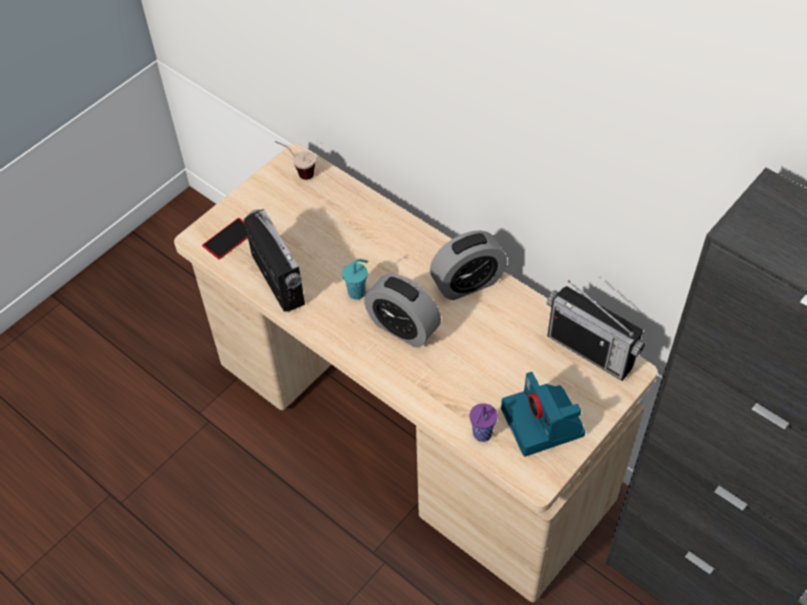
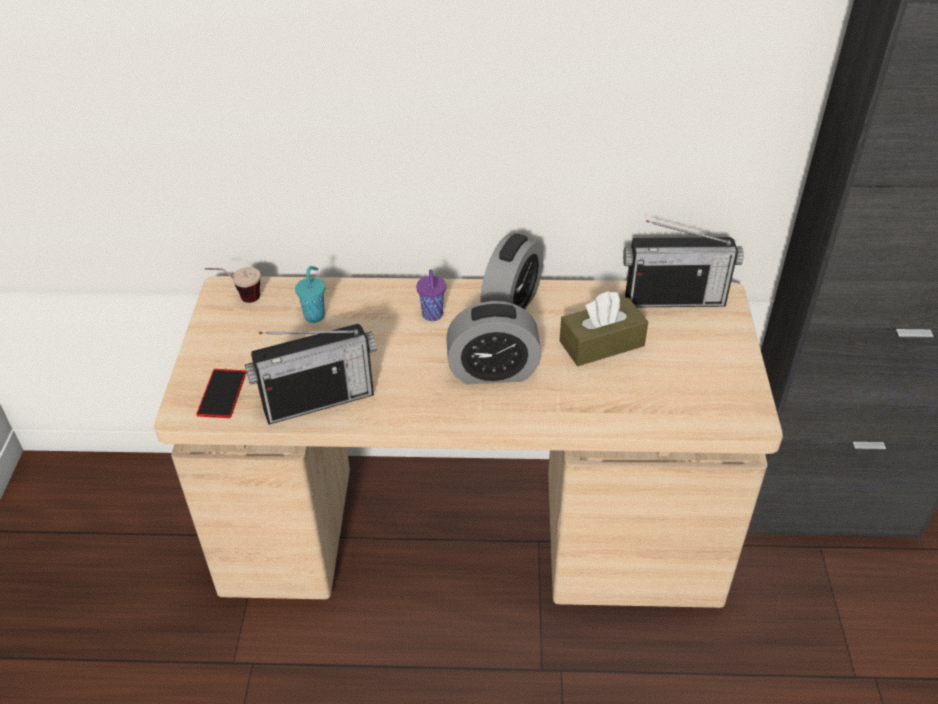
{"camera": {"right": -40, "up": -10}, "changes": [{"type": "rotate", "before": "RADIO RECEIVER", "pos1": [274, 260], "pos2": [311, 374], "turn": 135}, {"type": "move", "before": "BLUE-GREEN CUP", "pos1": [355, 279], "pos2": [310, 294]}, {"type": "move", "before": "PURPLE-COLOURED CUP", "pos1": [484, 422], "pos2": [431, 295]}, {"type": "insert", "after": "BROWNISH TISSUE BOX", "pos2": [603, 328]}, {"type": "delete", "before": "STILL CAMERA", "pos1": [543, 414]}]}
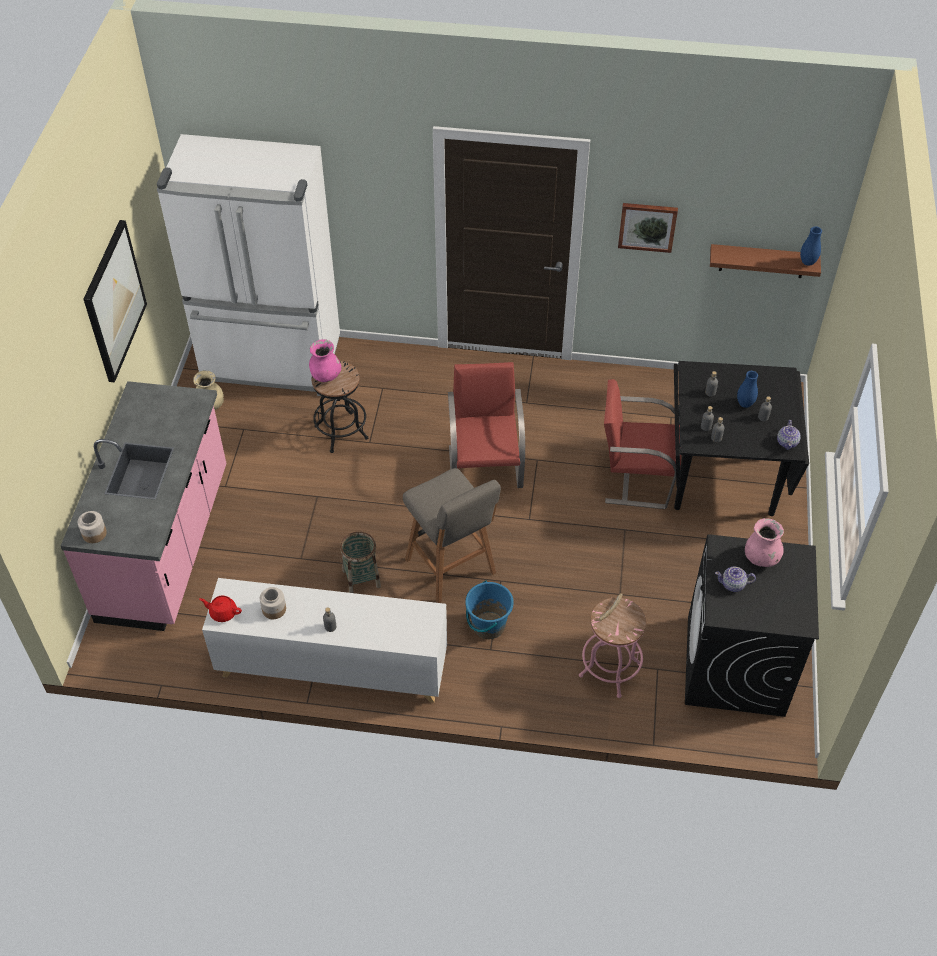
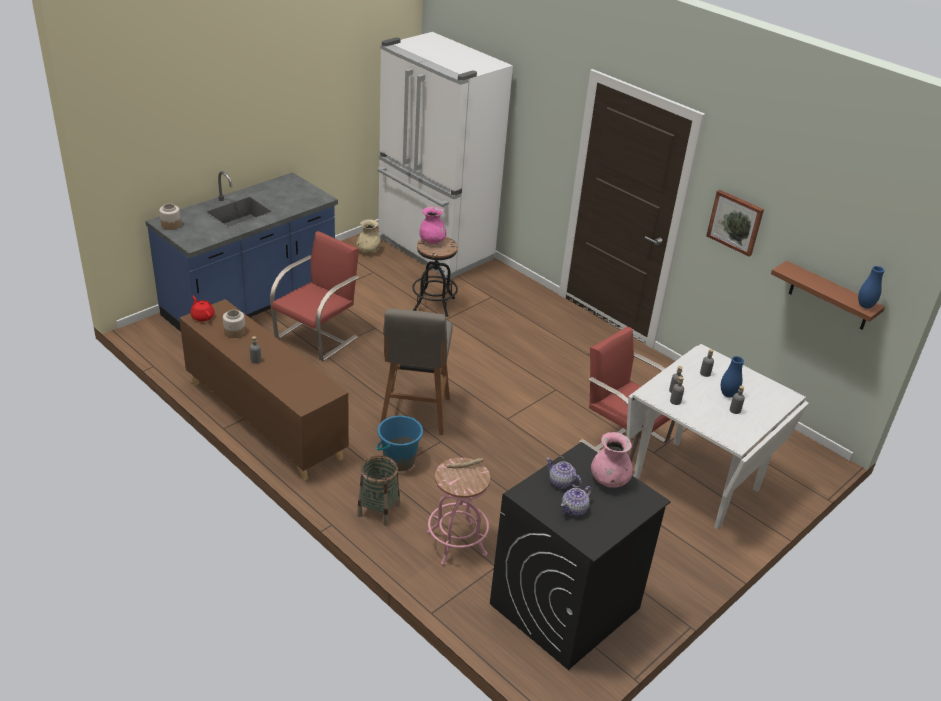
{"camera": {"right": 35, "up": -15}, "changes": [{"type": "recolor", "before": "PINKISH COUNTER", "after": "BLUE-COLOURED COUNTER", "pos1": [143, 506], "pos2": [242, 251]}, {"type": "recolor", "before": "WHITE CABINET", "after": "BROWNISH CABINET", "pos1": [324, 640], "pos2": [264, 390]}, {"type": "move", "before": "REDDISH UPRIGHT CHAIR", "pos1": [486, 425], "pos2": [314, 296]}, {"type": "move", "before": "HOUSEHOLD BASKET", "pos1": [360, 562], "pos2": [378, 490]}, {"type": "move", "before": "TEA POT", "pos1": [789, 435], "pos2": [576, 501]}, {"type": "recolor", "before": "BLACK-COLOURED DINNER TABLE", "after": "WHITE DINNER TABLE", "pos1": [741, 438], "pos2": [717, 436]}, {"type": "delete", "before": "WALL ART", "pos1": [115, 301]}]}
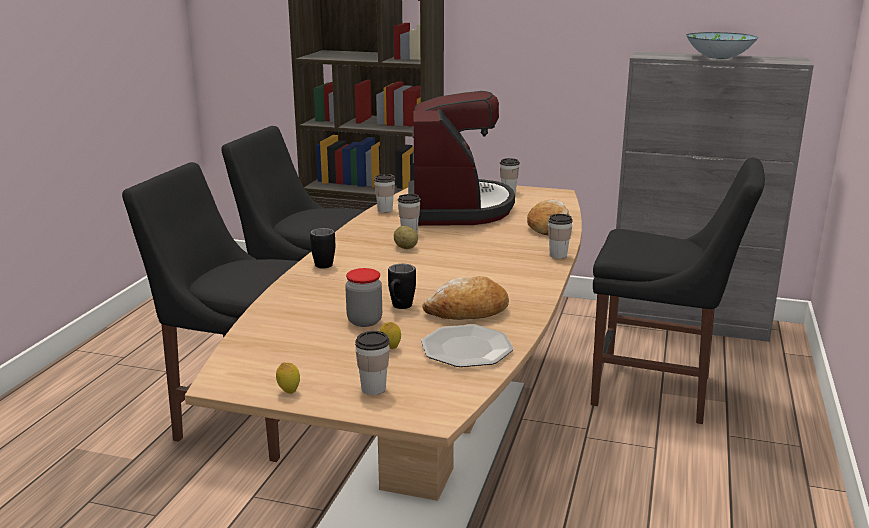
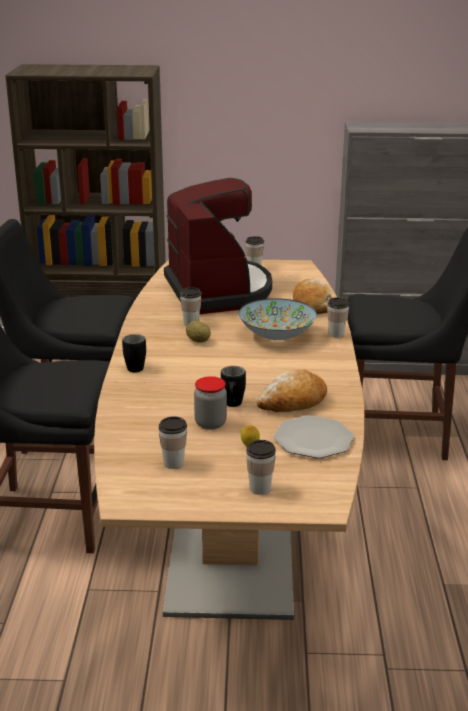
{"camera": {"right": -15, "up": 5}, "changes": [{"type": "move", "before": "CUP", "pos1": [384, 193], "pos2": [172, 442]}, {"type": "move", "before": "DEEP DISH", "pos1": [722, 45], "pos2": [277, 319]}, {"type": "delete", "before": "CITRUS FRUIT", "pos1": [288, 378]}]}
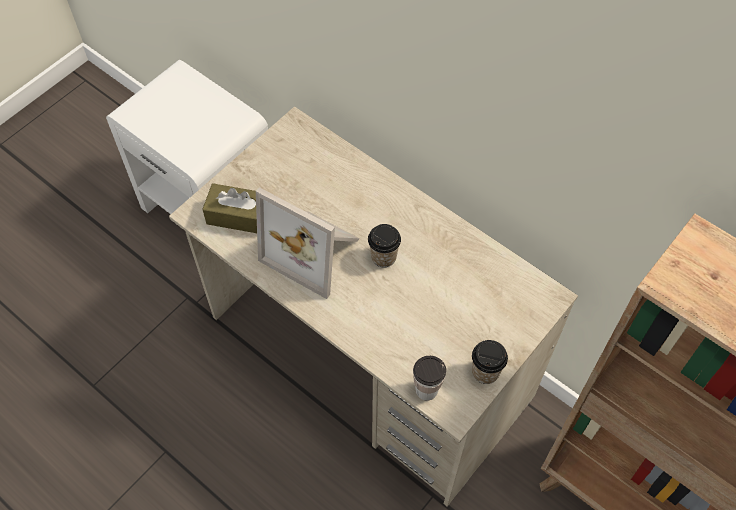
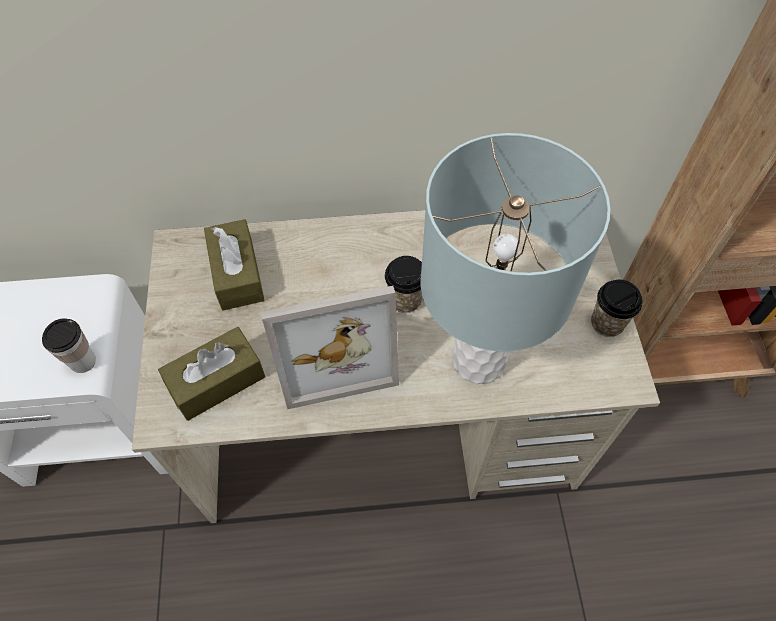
{"camera": {"right": -45, "up": 0}, "changes": [{"type": "move", "before": "CUP", "pos1": [429, 378], "pos2": [69, 345]}, {"type": "insert", "after": "BROWNISH TISSUE BOX", "pos2": [234, 264]}, {"type": "insert", "after": "GREYISH LAMP FOR A TABLE", "pos2": [515, 258]}]}
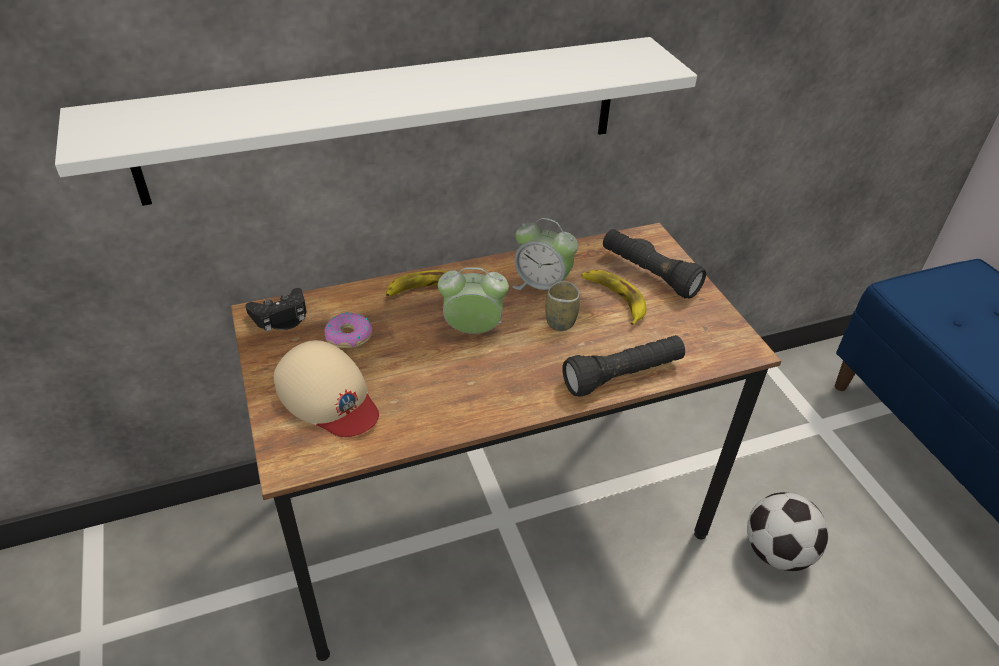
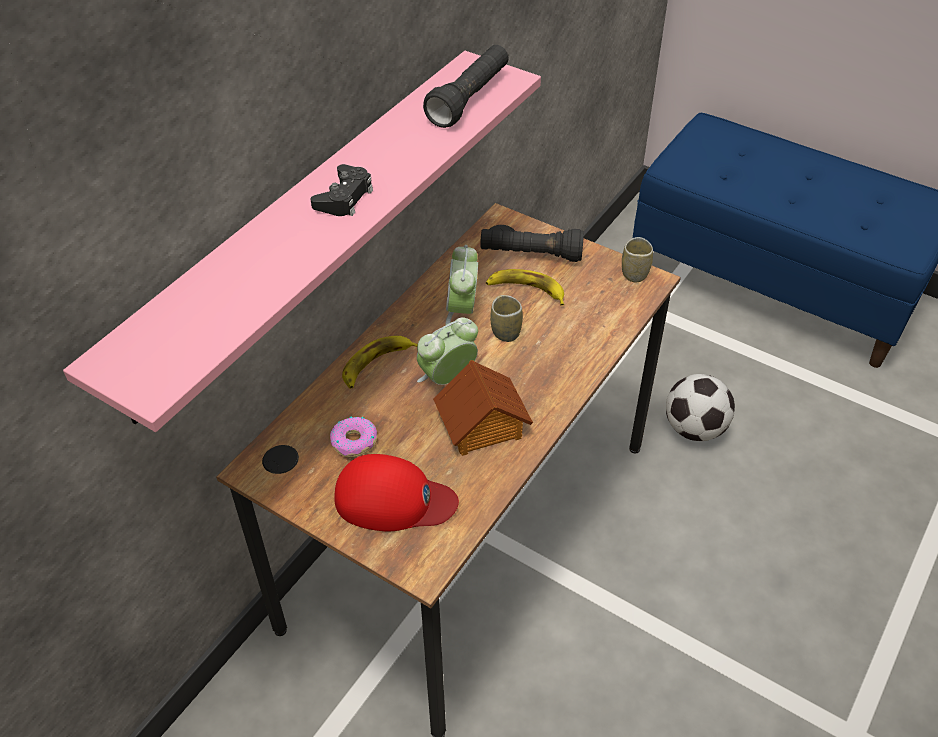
{"camera": {"right": -35, "up": 5}, "changes": [{"type": "recolor", "before": "WHITE WALL SHELF", "after": "PINKISH WALL SHELF", "pos1": [376, 121], "pos2": [302, 241]}, {"type": "move", "before": "BLACK-COLOURED GAME CONTROLLER", "pos1": [276, 310], "pos2": [342, 190]}, {"type": "recolor", "before": "BEIGE-COLOURED CAP", "after": "REDDISH CAP", "pos1": [326, 388], "pos2": [396, 492]}, {"type": "move", "before": "BLACK-COLOURED HAND TORCH", "pos1": [623, 366], "pos2": [466, 86]}, {"type": "insert", "after": "MINIATURE HOUSE", "pos2": [483, 408]}, {"type": "rotate", "before": "TABLE CLOCK", "pos1": [545, 254], "pos2": [462, 285], "turn": 105}, {"type": "insert", "after": "CUP", "pos2": [637, 260]}]}
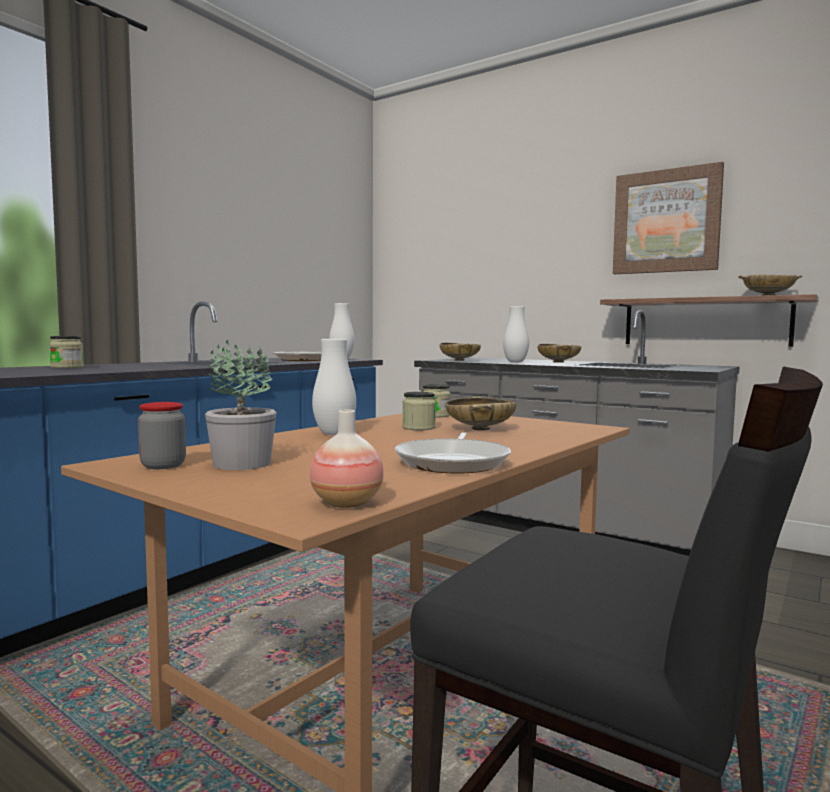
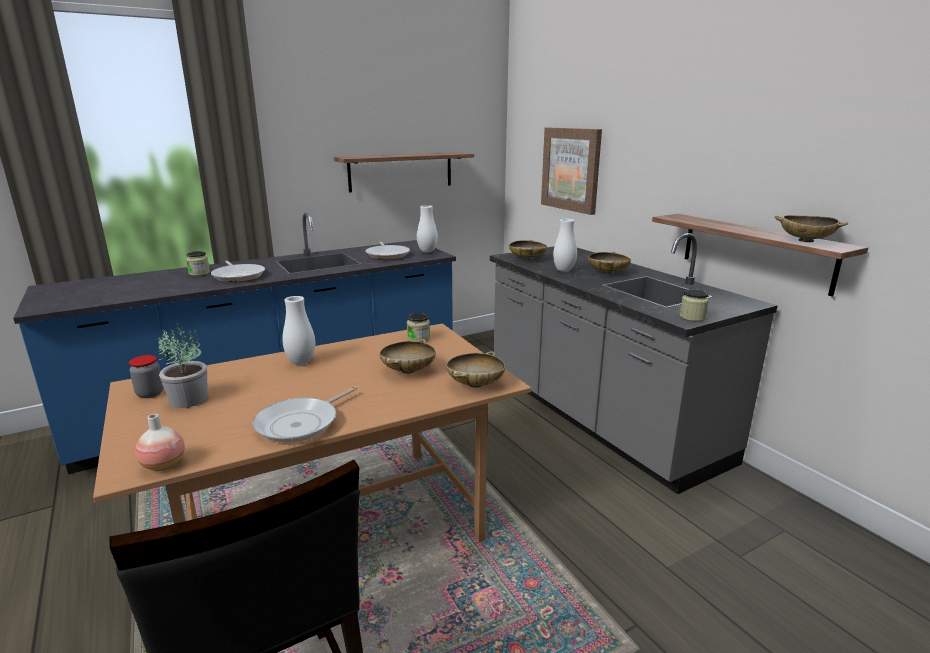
{"camera": {"right": 25, "up": 15}, "changes": [{"type": "insert", "after": "FRYING PAN", "pos2": [238, 271]}, {"type": "insert", "after": "WALL SHELF", "pos2": [404, 172]}, {"type": "insert", "after": "BEIGE-COLOURED DEEP DISH", "pos2": [475, 369]}, {"type": "move", "before": "WALL ART", "pos1": [668, 218], "pos2": [571, 171]}, {"type": "move", "before": "STORAGE JAR", "pos1": [419, 411], "pos2": [694, 305]}]}
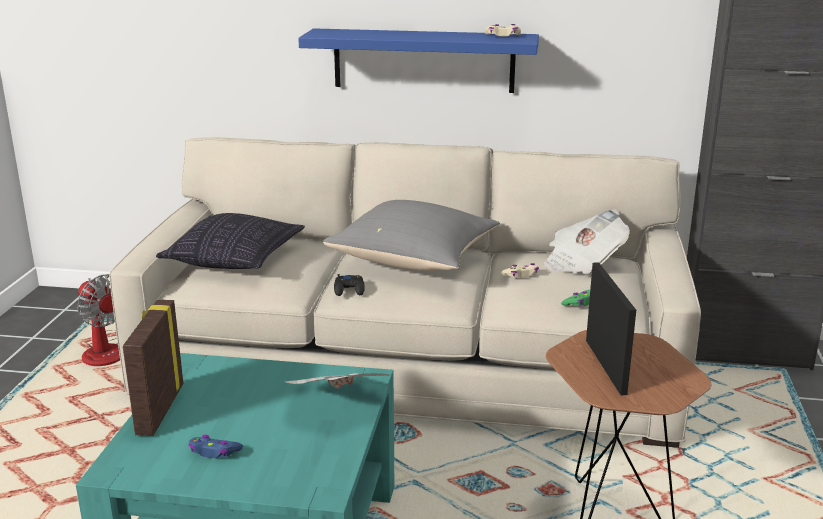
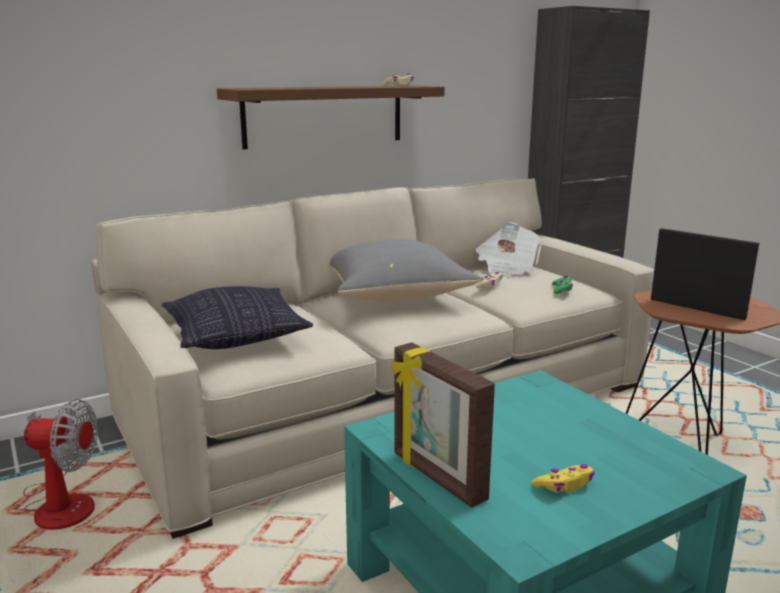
{"camera": {"right": -40, "up": -5}, "changes": [{"type": "recolor", "before": "BLUE-COLOURED WALL SHELF", "after": "BROWNISH WALL SHELF", "pos1": [418, 60], "pos2": [331, 117]}, {"type": "recolor", "before": "BLUE-COLOURED GAME CONTROLLER", "after": "YELLOW-COLOURED GAME CONTROLLER", "pos1": [215, 446], "pos2": [563, 478]}, {"type": "delete", "before": "NEWSPAPER", "pos1": [337, 381]}, {"type": "delete", "before": "BLACK-COLOURED GAME CONTROLLER", "pos1": [349, 285]}]}
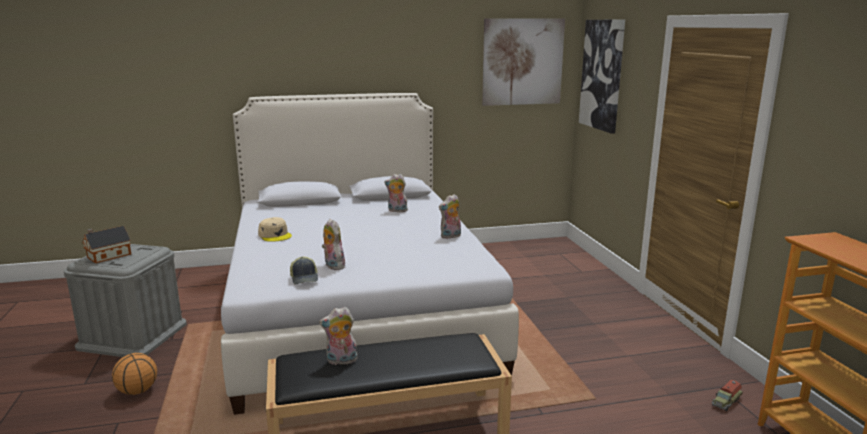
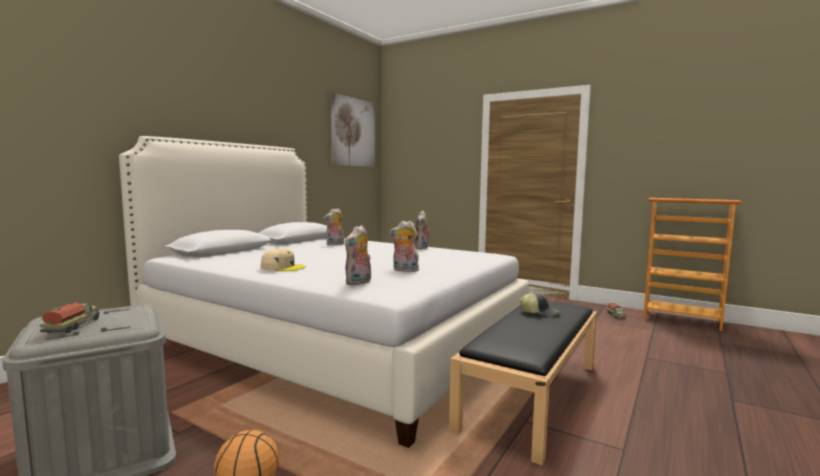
{"camera": {"right": -45, "up": -10}, "changes": [{"type": "replace", "before": "MINIATURE HOUSE", "after": "TOY TRUCK", "pos1": [106, 244], "pos2": [70, 317]}, {"type": "move", "before": "SOFT TOY", "pos1": [338, 336], "pos2": [358, 255]}, {"type": "move", "before": "CAP", "pos1": [304, 270], "pos2": [539, 305]}, {"type": "delete", "before": "WALL ART", "pos1": [602, 76]}]}
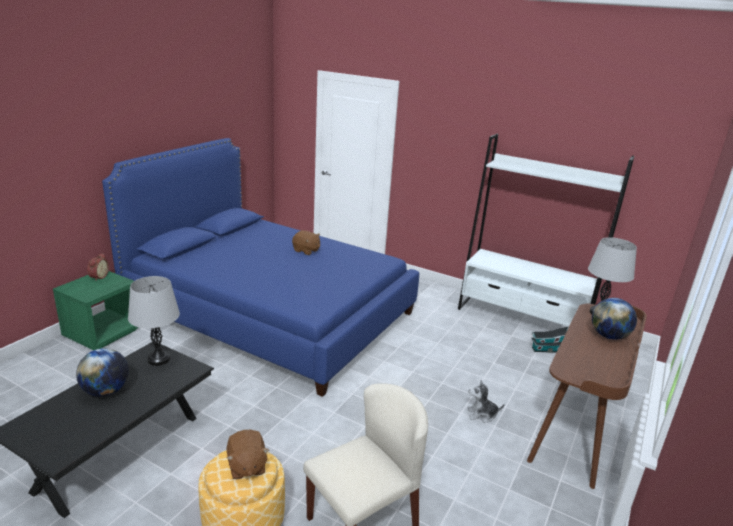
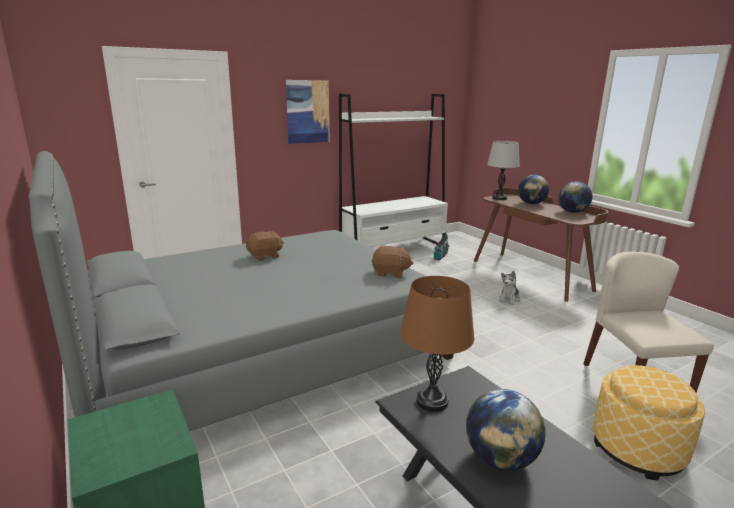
{"camera": {"right": -60, "up": -5}, "changes": [{"type": "recolor", "before": "BLUE-COLOURED SLEEPING BED", "after": "GREYISH SLEEPING BED", "pos1": [260, 267], "pos2": [241, 291]}, {"type": "insert", "after": "WALL ART", "pos2": [307, 112]}, {"type": "move", "before": "BROWNISH SOFT TOY", "pos1": [248, 454], "pos2": [392, 262]}, {"type": "recolor", "before": "GREYISH LAMP FOR A TABLE", "after": "BROWNISH LAMP FOR A TABLE", "pos1": [154, 321], "pos2": [437, 344]}, {"type": "insert", "after": "GLOBE", "pos2": [575, 197]}, {"type": "delete", "before": "TABLE CLOCK", "pos1": [98, 267]}]}
